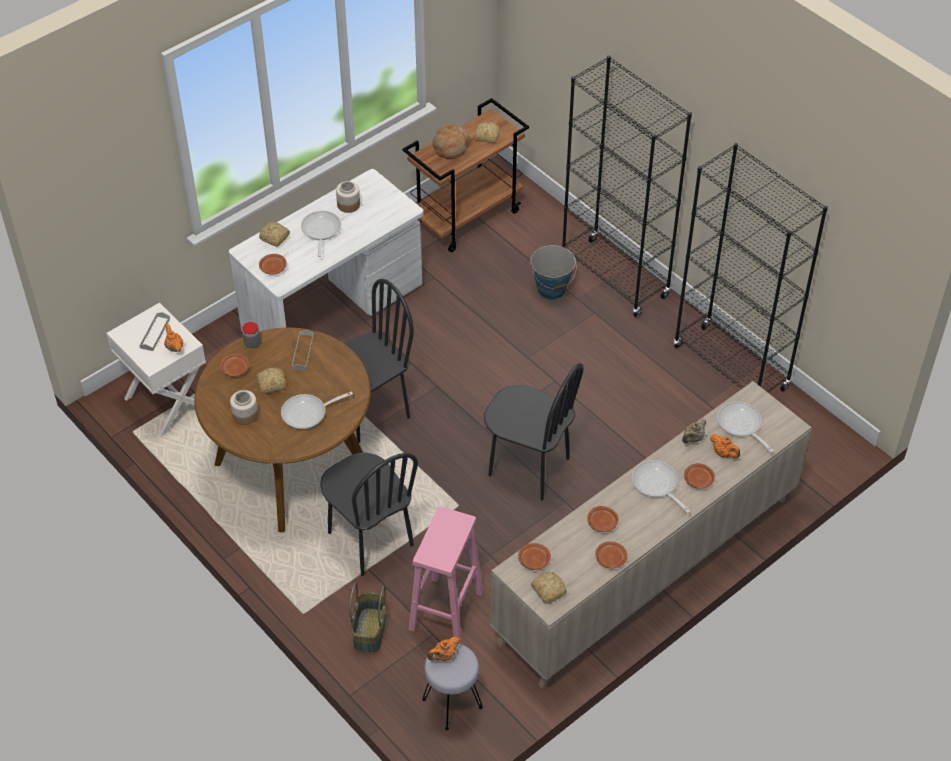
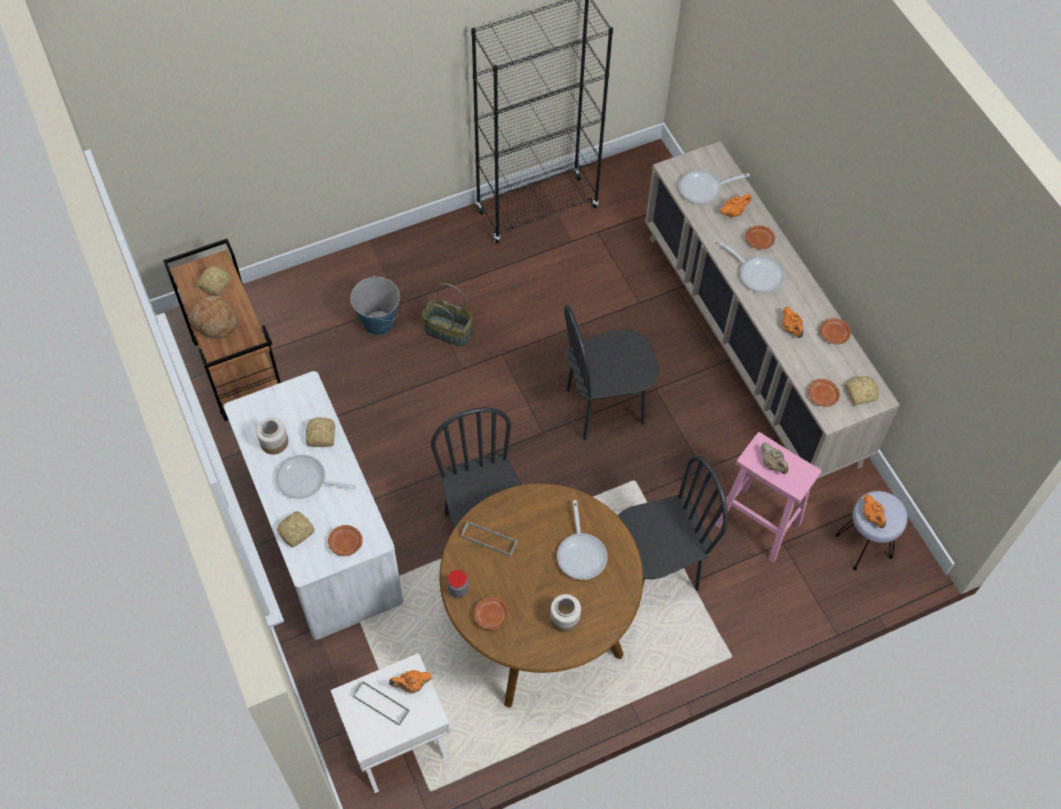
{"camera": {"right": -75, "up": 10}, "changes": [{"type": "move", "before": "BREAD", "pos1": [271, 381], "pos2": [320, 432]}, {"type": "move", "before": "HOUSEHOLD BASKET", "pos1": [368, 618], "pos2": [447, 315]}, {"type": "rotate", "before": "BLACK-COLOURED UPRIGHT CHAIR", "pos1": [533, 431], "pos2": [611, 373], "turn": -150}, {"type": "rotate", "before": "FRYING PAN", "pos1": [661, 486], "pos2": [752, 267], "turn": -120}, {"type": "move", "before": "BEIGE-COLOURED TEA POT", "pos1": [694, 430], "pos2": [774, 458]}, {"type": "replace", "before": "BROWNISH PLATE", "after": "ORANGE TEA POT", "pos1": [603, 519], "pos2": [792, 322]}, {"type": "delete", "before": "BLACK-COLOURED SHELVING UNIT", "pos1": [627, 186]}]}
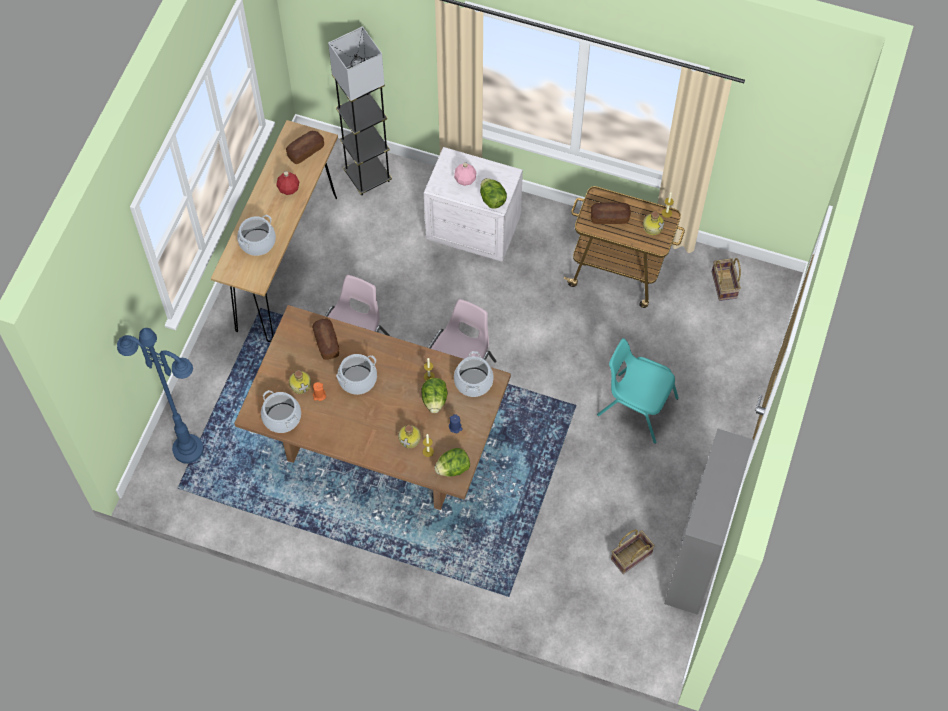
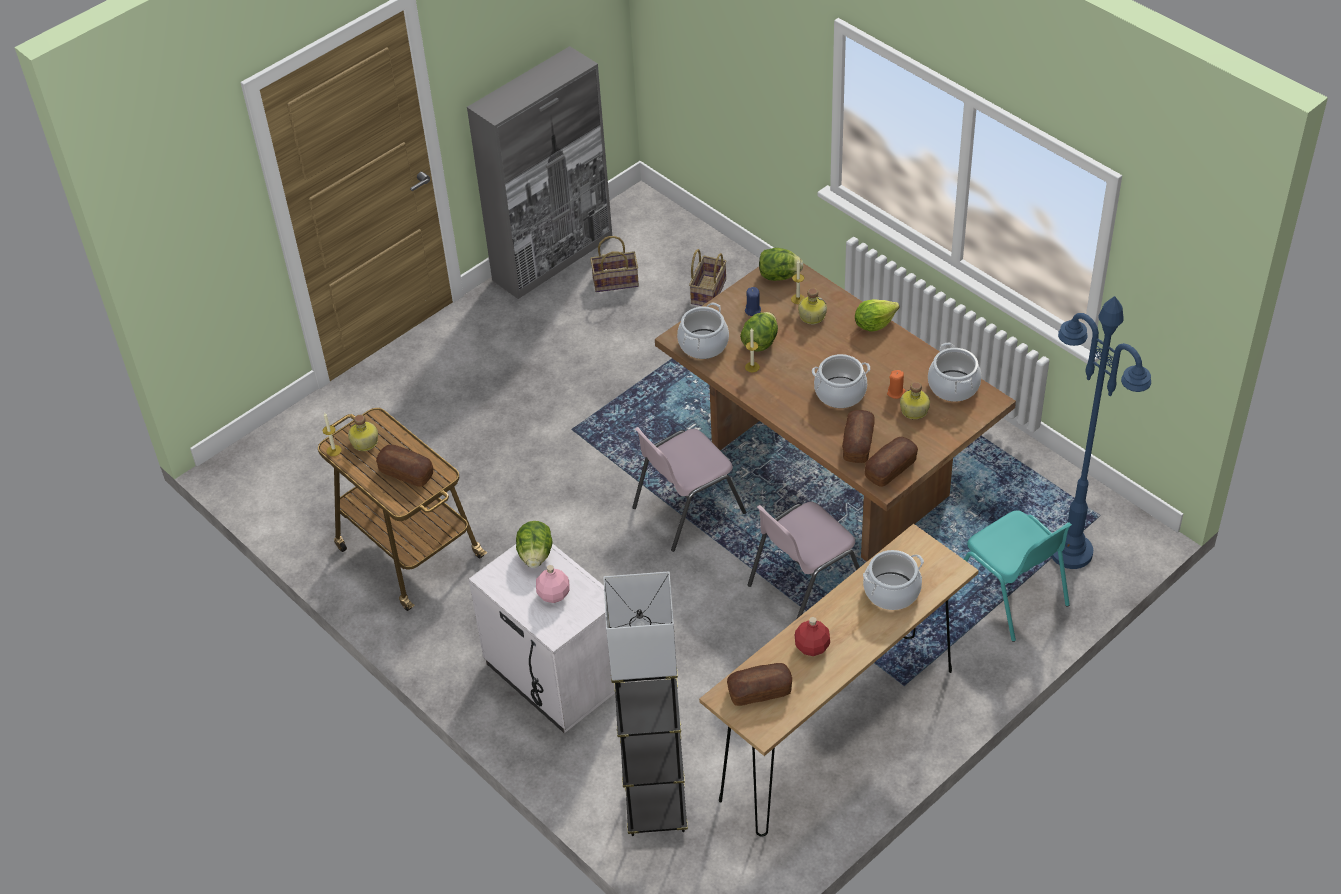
{"camera": {"right": -150, "up": -15}, "changes": [{"type": "move", "before": "HOUSEHOLD BASKET", "pos1": [726, 279], "pos2": [708, 277]}, {"type": "insert", "after": "LETTUCE", "pos2": [877, 315]}, {"type": "insert", "after": "BREAD", "pos2": [891, 462]}, {"type": "move", "before": "BLUE-GREEN UPRIGHT CHAIR", "pos1": [638, 391], "pos2": [1018, 576]}]}
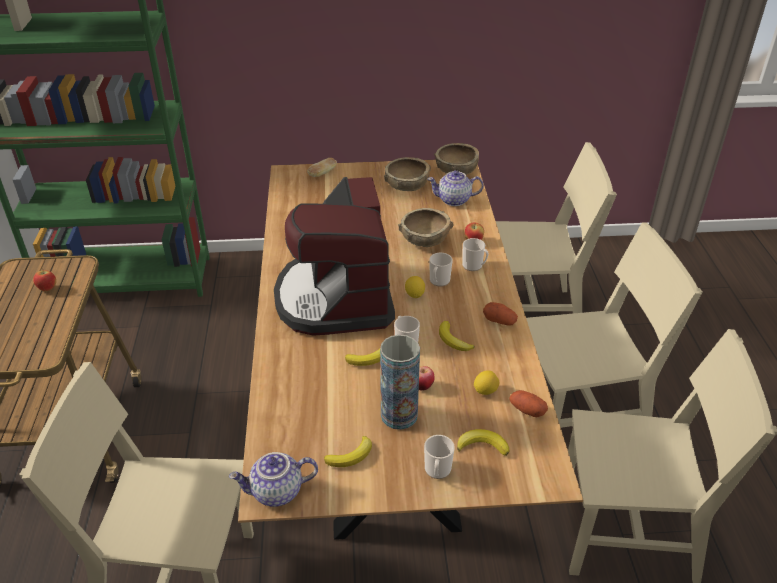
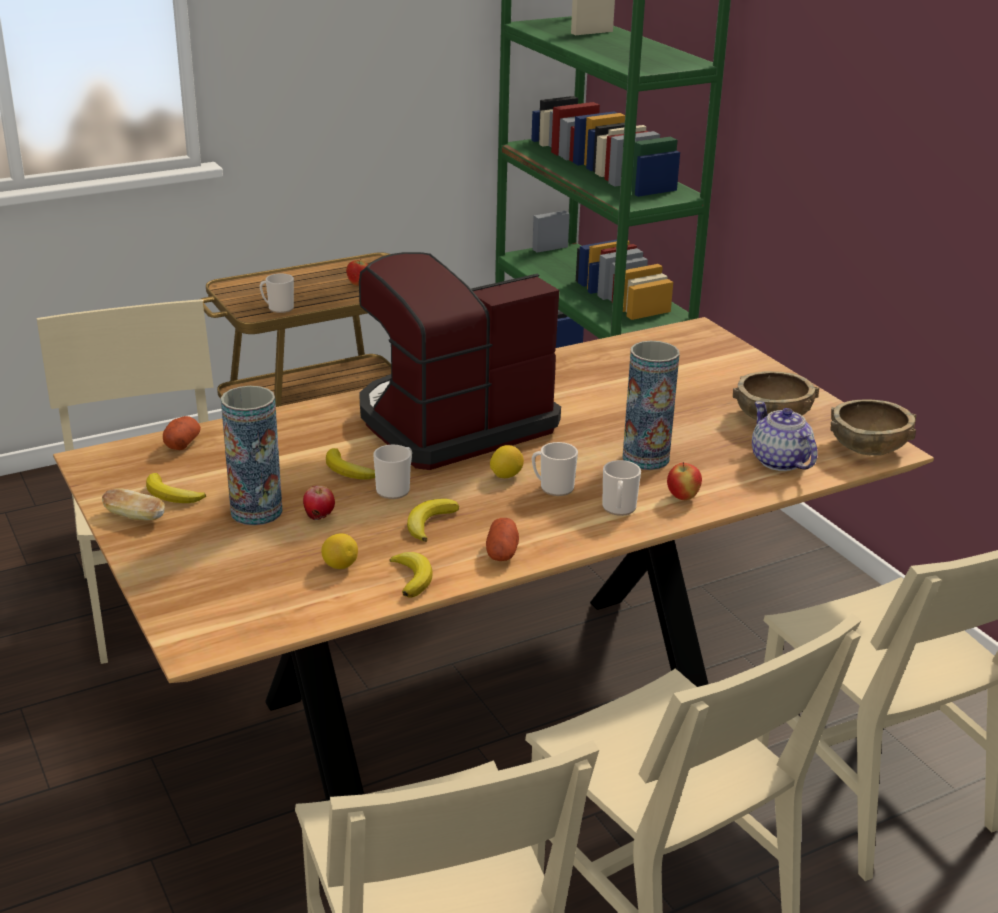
{"camera": {"right": 65, "up": -10}, "changes": [{"type": "move", "before": "BREAD", "pos1": [322, 167], "pos2": [133, 504]}, {"type": "move", "before": "SPUD", "pos1": [528, 403], "pos2": [182, 433]}, {"type": "move", "before": "COFFEE MUG", "pos1": [439, 457], "pos2": [277, 293]}, {"type": "move", "before": "BANANA FRUIT", "pos1": [483, 442], "pos2": [411, 575]}, {"type": "replace", "before": "BROWNISH DEEP DISH", "after": "FLOWER VASE", "pos1": [425, 227], "pos2": [651, 405]}, {"type": "delete", "before": "TEA POT", "pos1": [273, 479]}]}
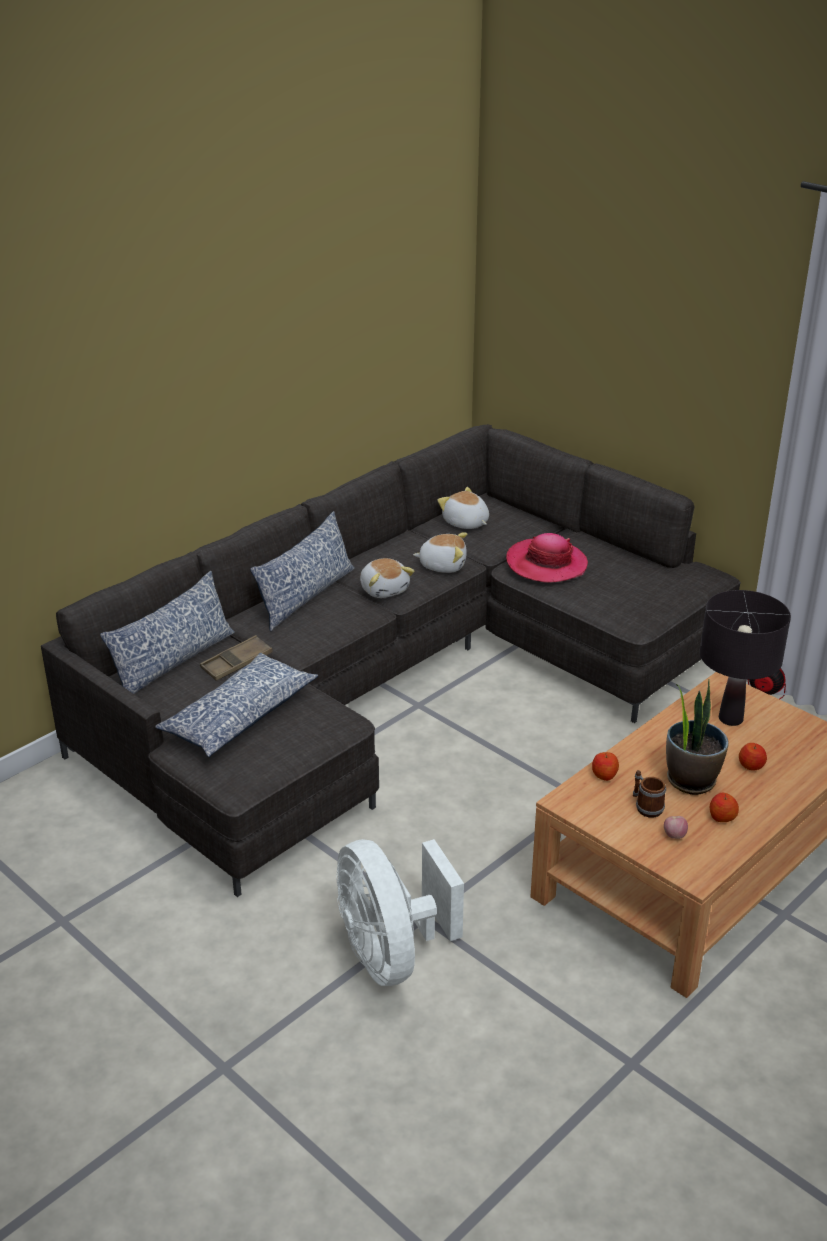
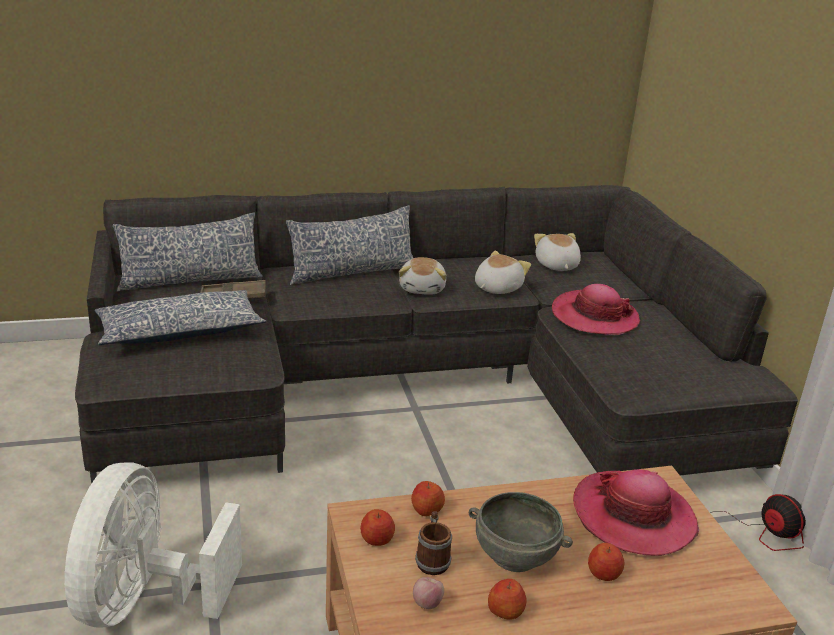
{"camera": {"right": 30, "up": -5}, "changes": [{"type": "insert", "after": "APPLE", "pos2": [377, 527]}, {"type": "replace", "before": "PLANT IN A POT", "after": "GREYISH DEEP DISH", "pos1": [697, 737], "pos2": [520, 532]}, {"type": "rotate", "before": "SOFT TOY", "pos1": [440, 552], "pos2": [503, 272], "turn": -90}, {"type": "replace", "before": "BLACK-COLOURED LAMP FOR A TABLE", "after": "CLOTHING HAT", "pos1": [745, 658], "pos2": [636, 512]}]}
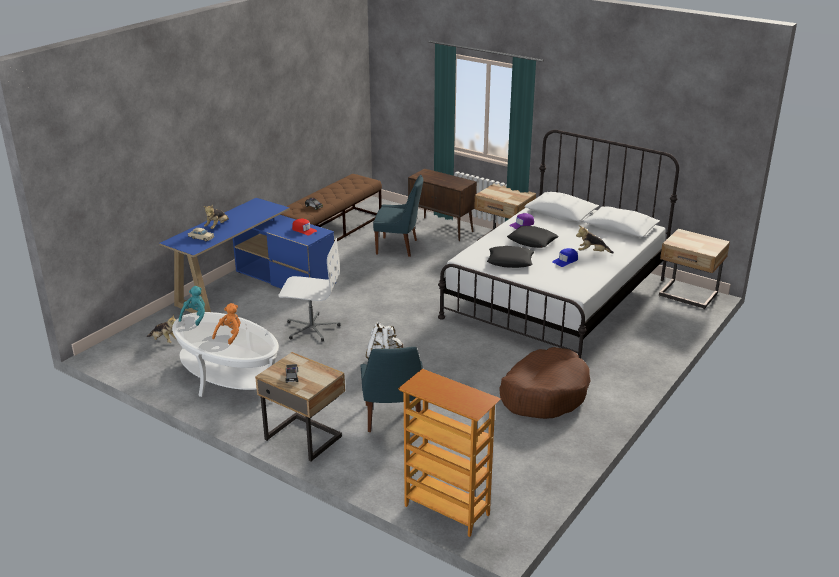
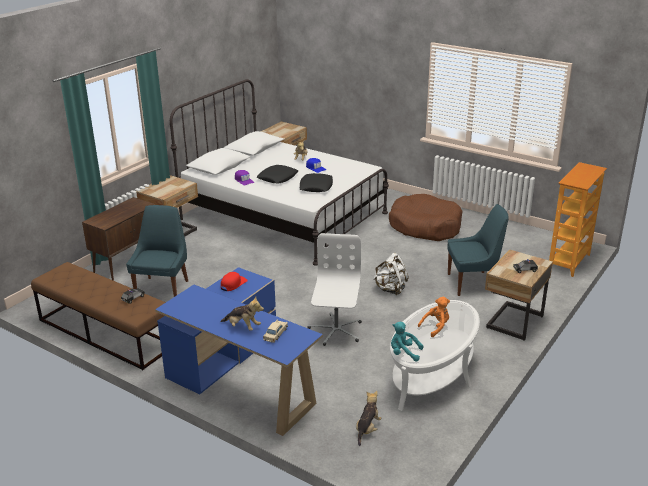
{"camera": {"right": -90, "up": 0}, "changes": [{"type": "rotate", "before": "ORANGE SOFT TOY", "pos1": [226, 324], "pos2": [434, 317], "turn": 120}]}
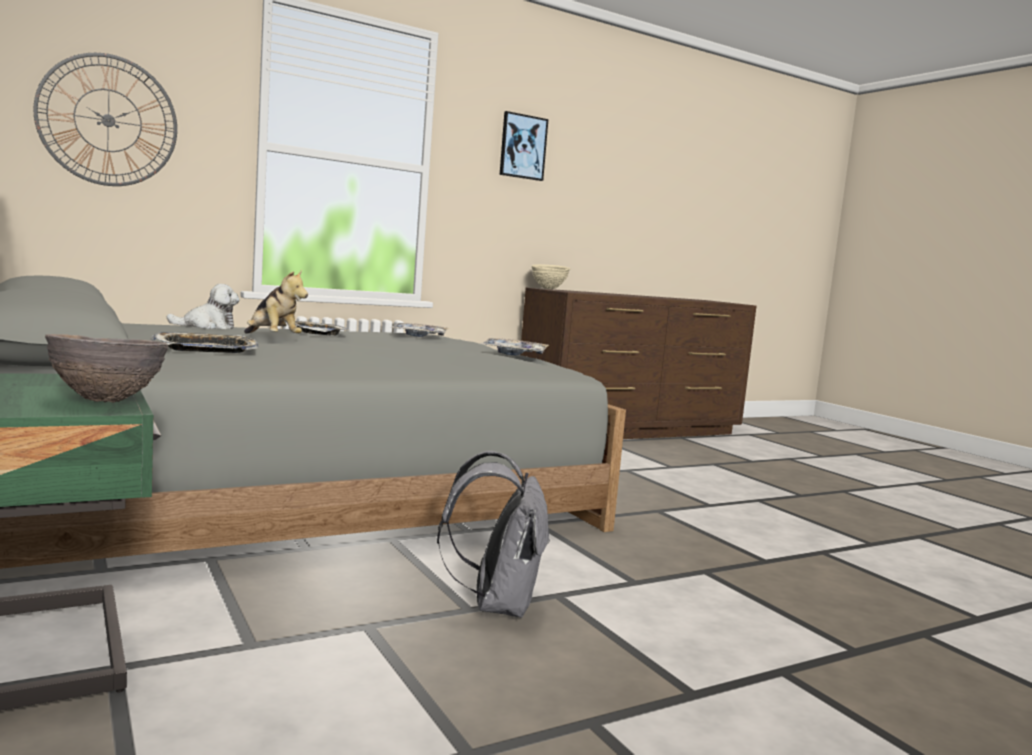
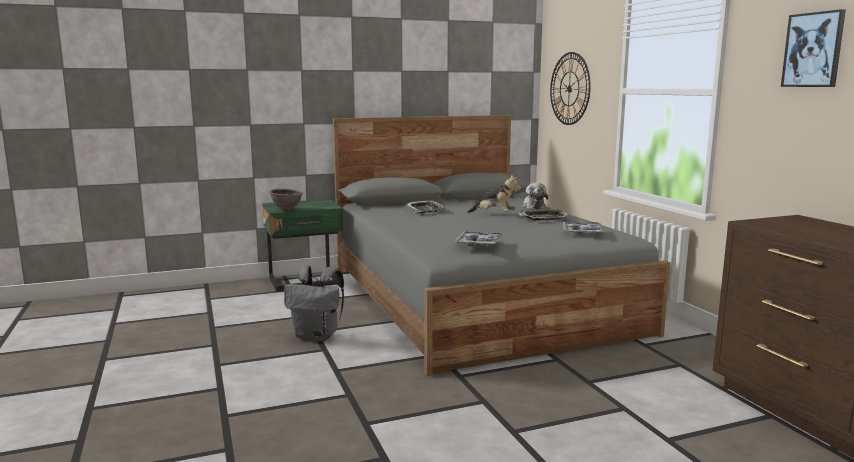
{"camera": {"right": 100, "up": 5}, "changes": [{"type": "rotate", "before": "SOFT TOY", "pos1": [276, 302], "pos2": [494, 194], "turn": -120}, {"type": "delete", "before": "BEIGE-COLOURED DEEP DISH", "pos1": [551, 276]}]}
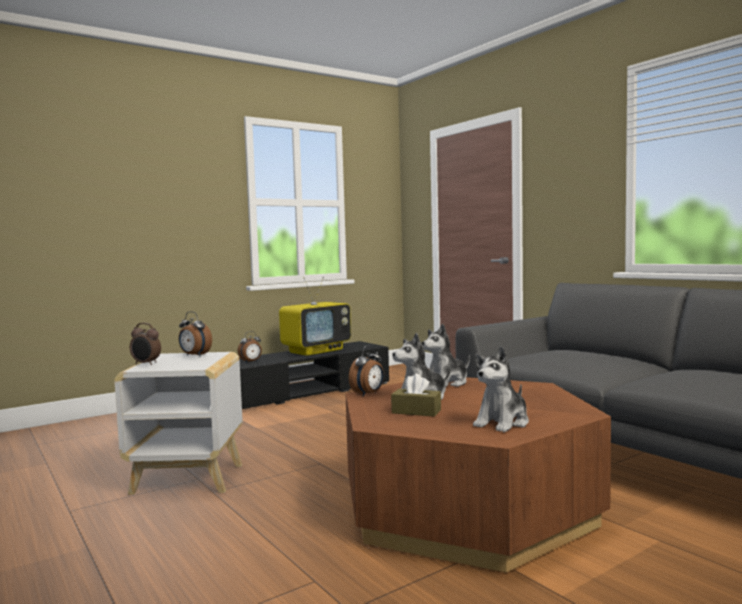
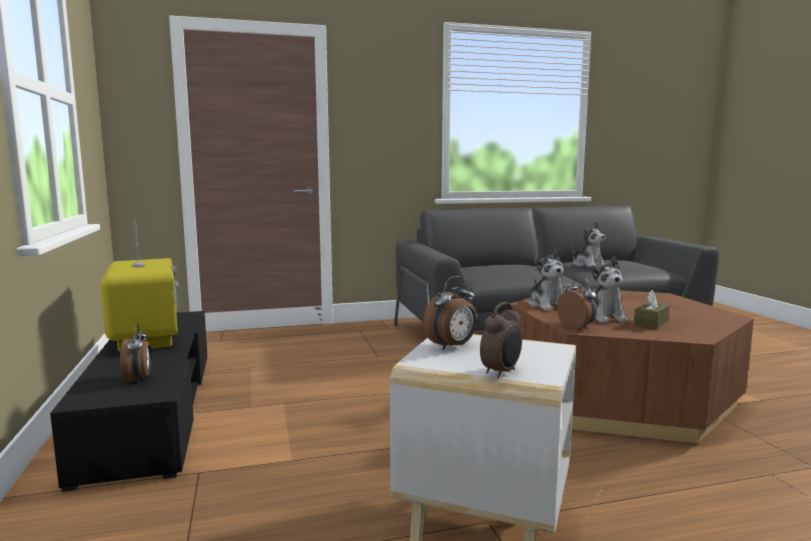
{"camera": {"right": -70, "up": 5}, "changes": [{"type": "move", "before": "SOFT TOY", "pos1": [501, 389], "pos2": [588, 245]}]}
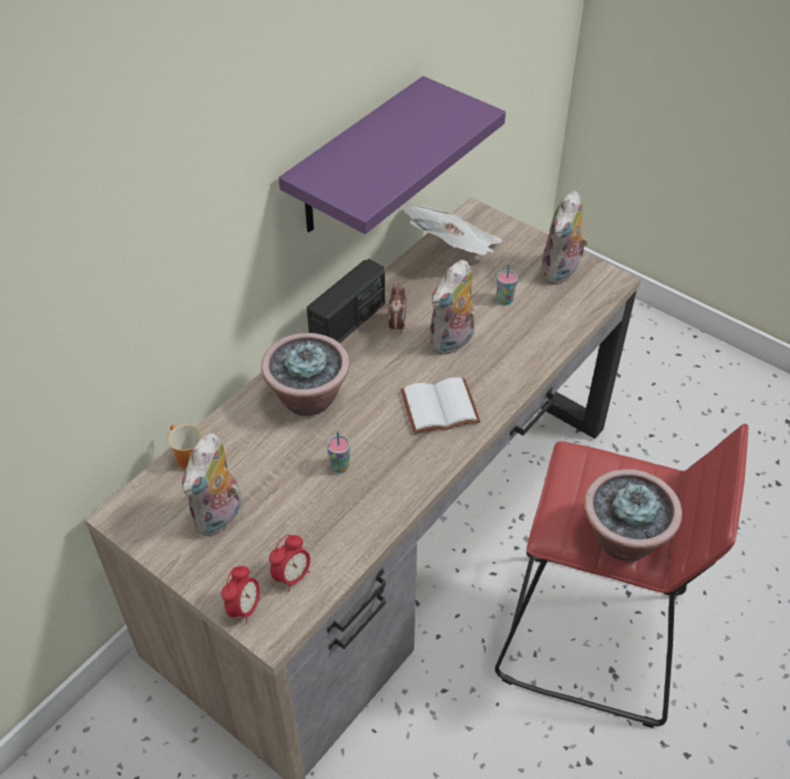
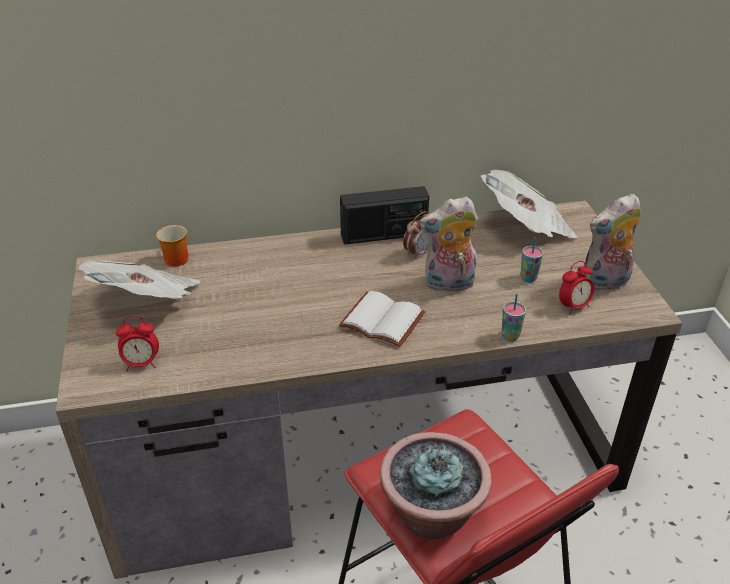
{"camera": {"right": 40, "up": -10}, "changes": [{"type": "replace", "before": "SOFT TOY", "after": "NEWSPAPER", "pos1": [212, 485], "pos2": [139, 279]}, {"type": "move", "before": "CUP", "pos1": [338, 452], "pos2": [513, 318]}, {"type": "move", "before": "TABLE CLOCK", "pos1": [240, 595], "pos2": [576, 288]}, {"type": "delete", "before": "PLANT IN A POT", "pos1": [305, 374]}, {"type": "delete", "before": "PURPLE-COLOURED WALL SHELF", "pos1": [392, 155]}]}
